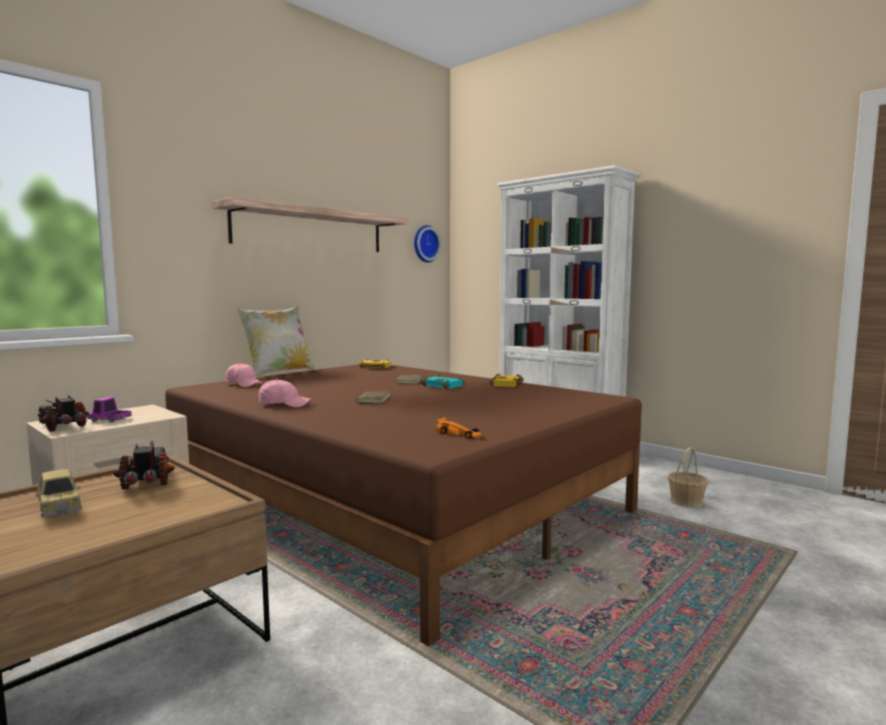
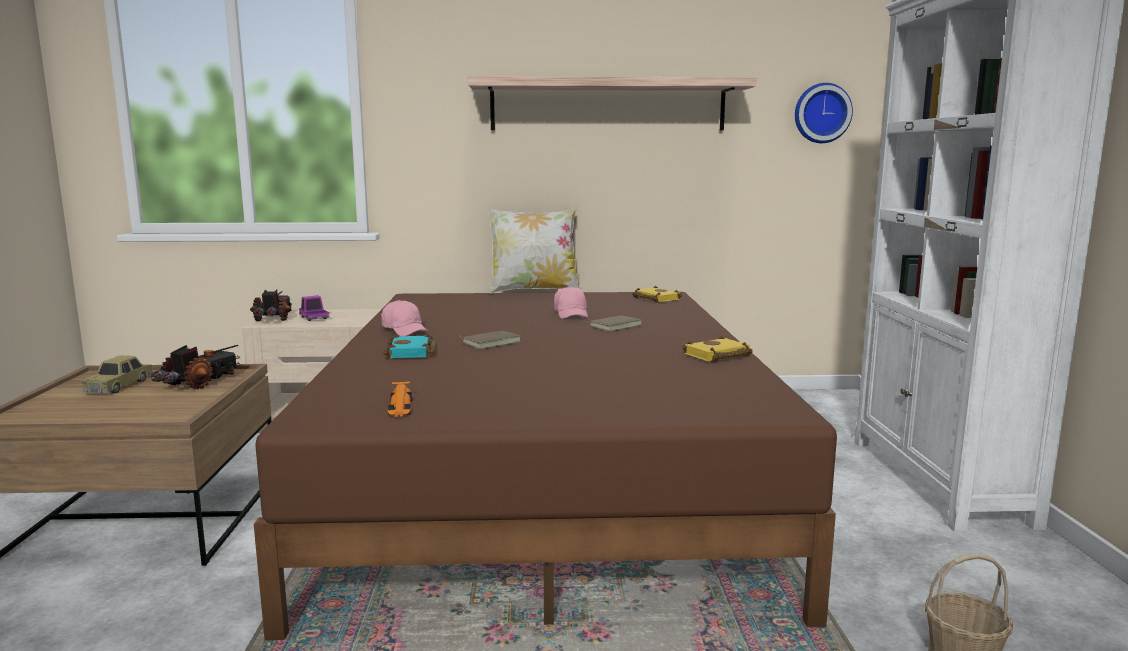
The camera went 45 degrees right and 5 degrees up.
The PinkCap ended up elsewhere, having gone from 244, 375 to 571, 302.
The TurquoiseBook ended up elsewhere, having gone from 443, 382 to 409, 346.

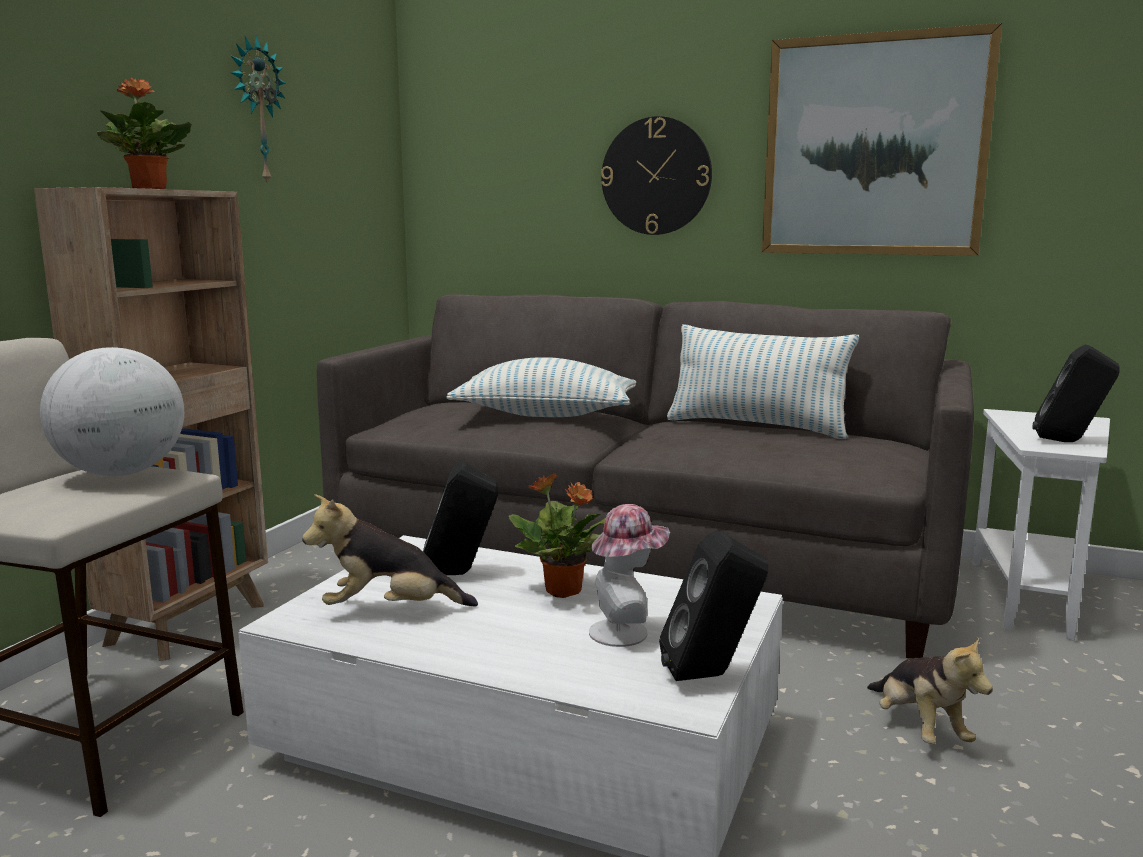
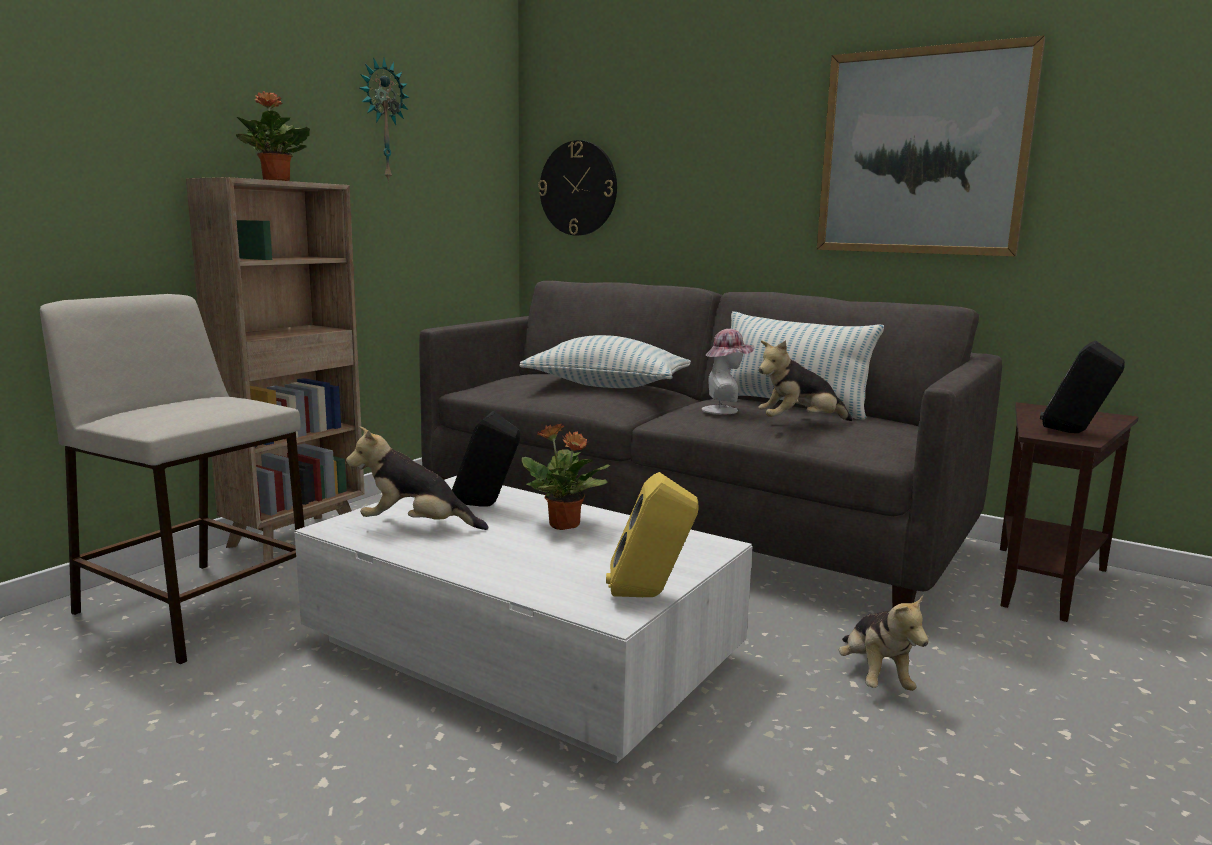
The camera went 10 degrees right and 0 degrees up.
The second view lost the Globe at 112, 411.
The Hat ended up elsewhere, having gone from 629, 575 to 728, 371.
The WallClock ended up elsewhere, having gone from 656, 175 to 577, 188.
What was the BlackSpeaker at 713, 605 turned into the YellowSpeaker at 652, 534.
What was the WhiteSideTable at 1041, 525 turned into the BrownSideTable at 1069, 512.
The second view gained the PlushToy at 805, 380.

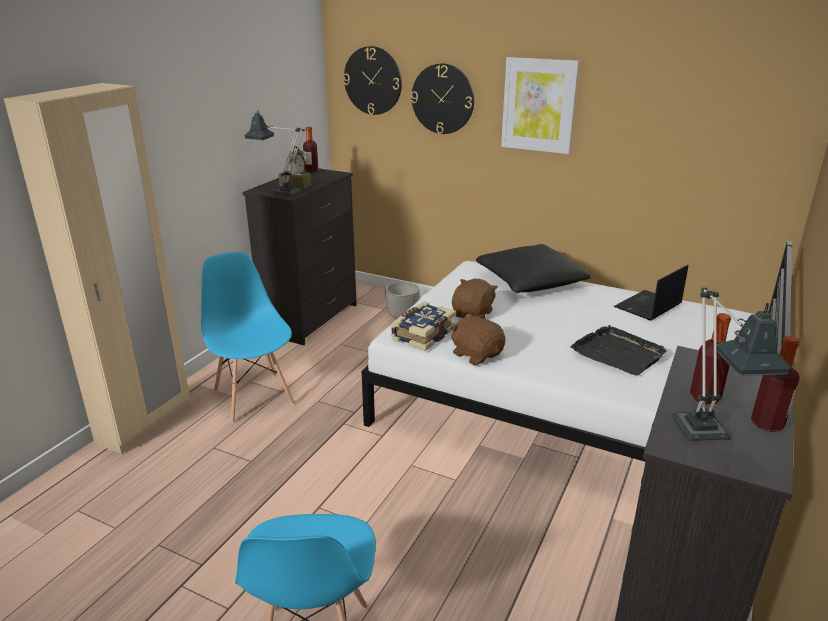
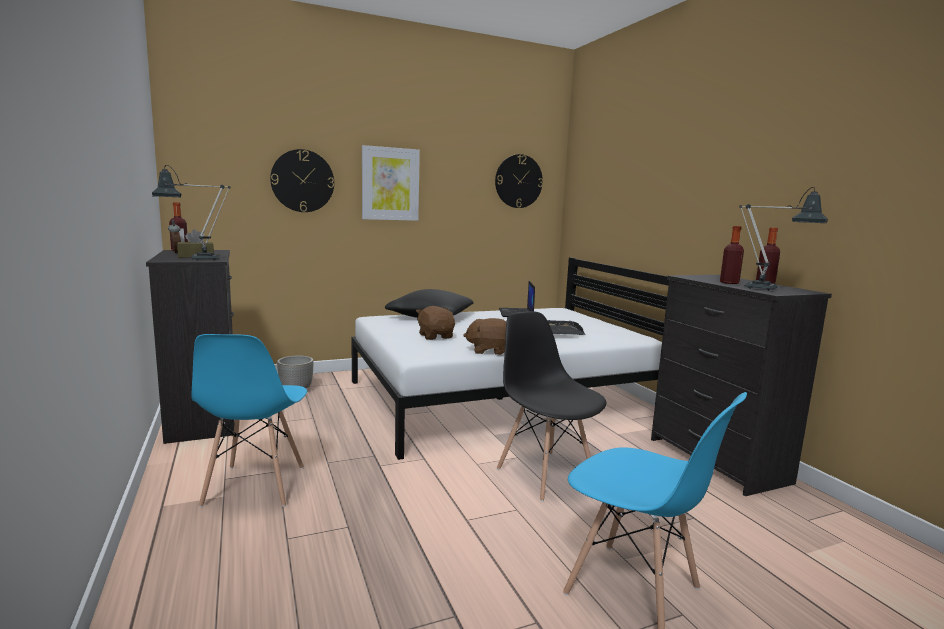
The camera went 50 degrees left and 15 degrees down.
The second view lost the BeigeWardrobe at 97, 268.
The BlueChair at 247, 337 ended up facing another way, 105 degrees counterclockwise from before.
The WallClock ended up elsewhere, having gone from 372, 80 to 519, 181.
The second view lost the Book at 423, 326.
The second view gained the BlackChair at 551, 406.

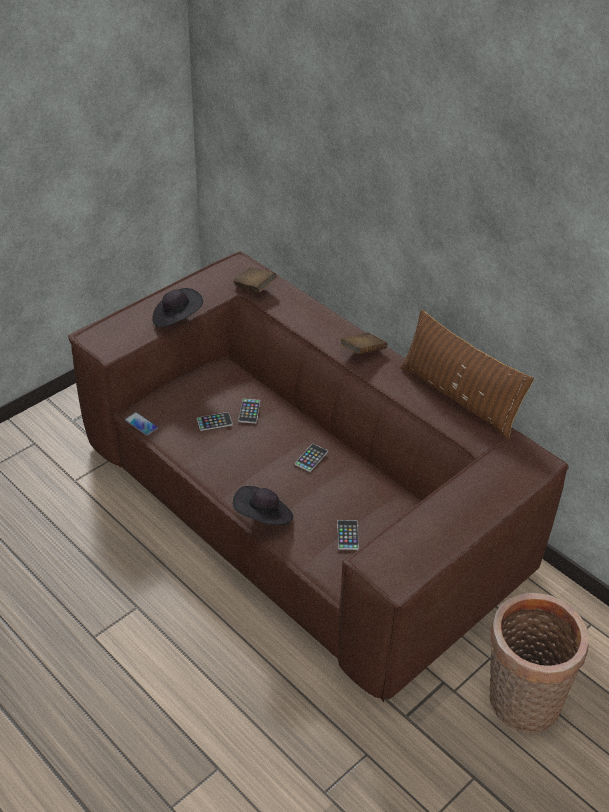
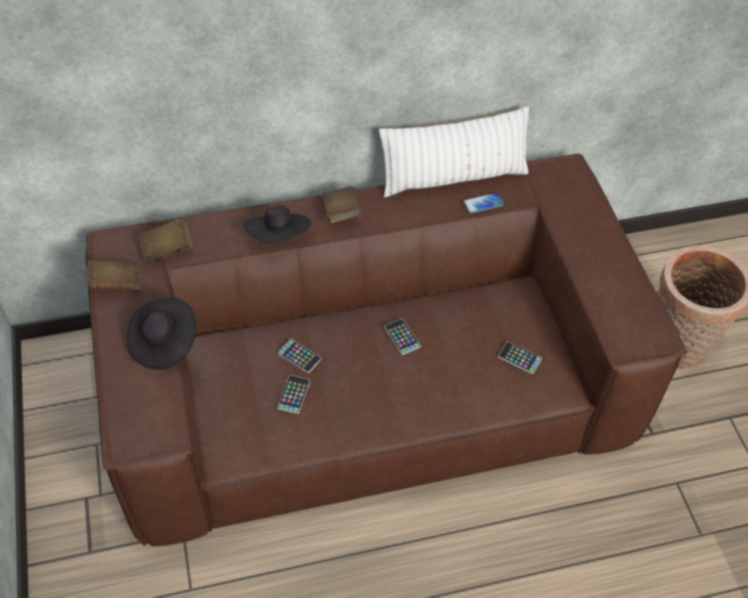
The camera went 60 degrees left and 10 degrees up.
The Phone ended up elsewhere, having gone from 141, 423 to 483, 203.
The BlackHat ended up elsewhere, having gone from 263, 505 to 277, 225.
What was the BrownPillow at 467, 374 turned into the WhitePillow at 454, 151.
The second view gained the BrownBook at 113, 275.

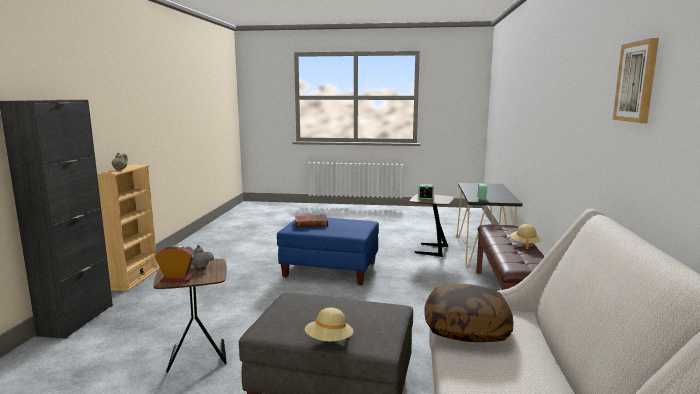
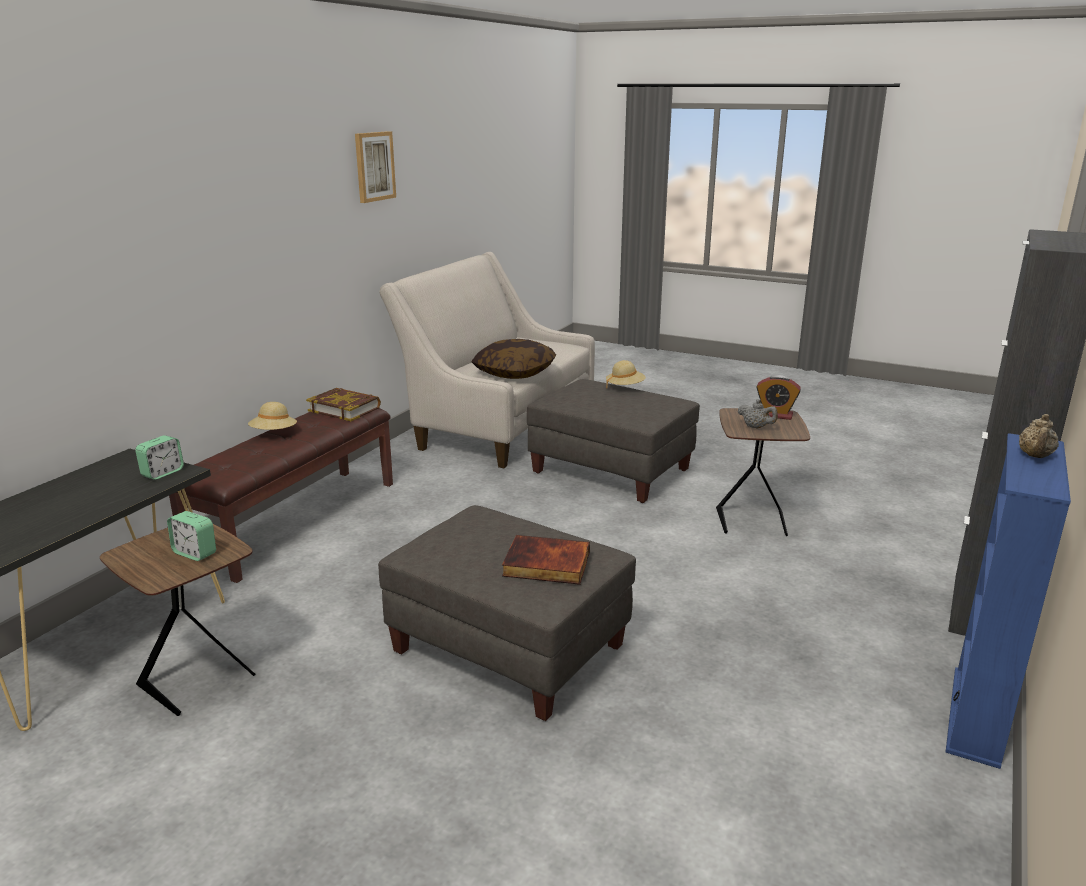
The camera went 160 degrees left and 10 degrees up.
What was the BeigeBookcase at 128, 228 turned into the BlueBookcase at 1008, 601.
What was the BlueOttoman at 328, 251 turned into the GreyOttoman at 507, 613.
The second view gained the Book at 343, 404.

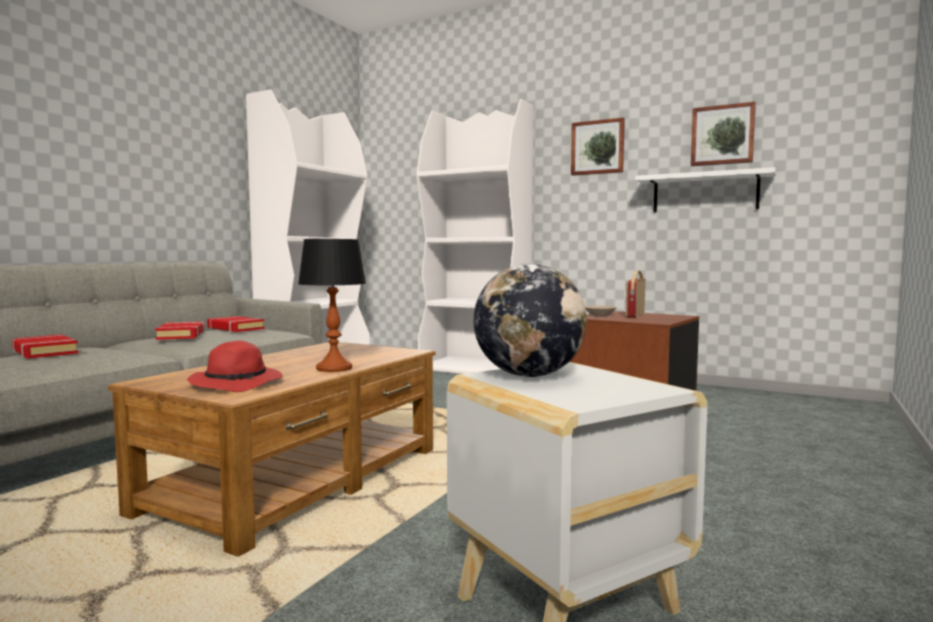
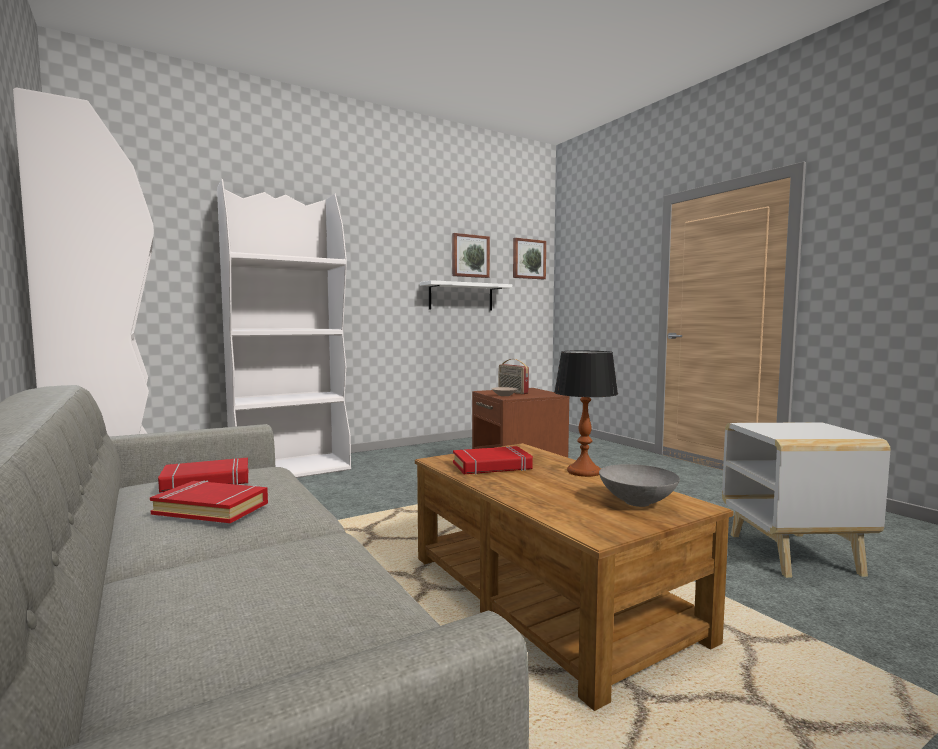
The camera went 60 degrees left and 0 degrees up.
The RedBook ended up elsewhere, having gone from 45, 346 to 493, 460.
Where the RedHat stood at 234, 366, the GreyBowl came to stand at 639, 485.
The second view lost the Globe at 530, 320.
The Picture ended up elsewhere, having gone from 598, 146 to 529, 258.

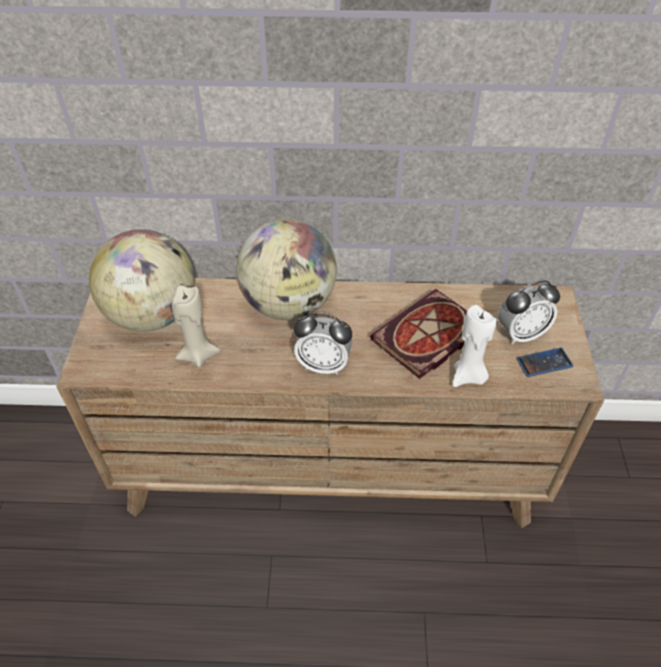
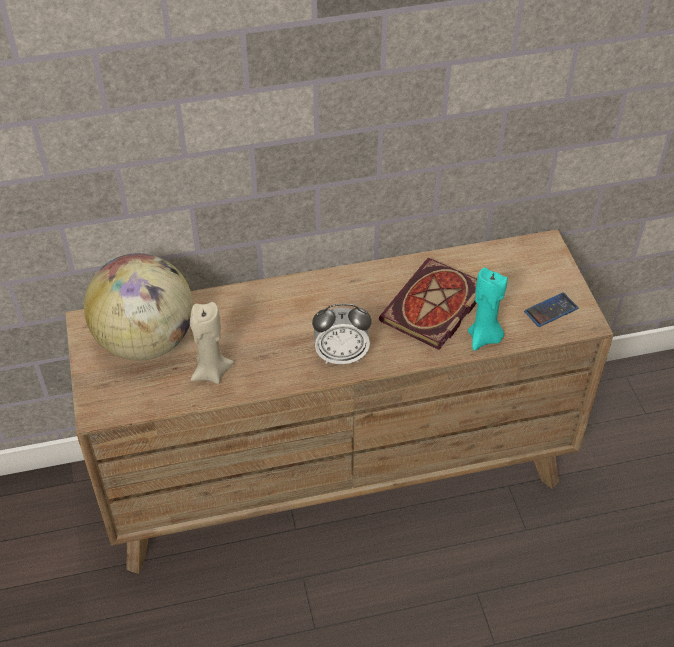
The camera went 15 degrees left and 0 degrees up.
The second view lost the Globe at 286, 269.
What was the WhiteCandle at 475, 346 turned into the TurquoiseCandle at 487, 309.
The second view lost the AlarmClock at 529, 312.

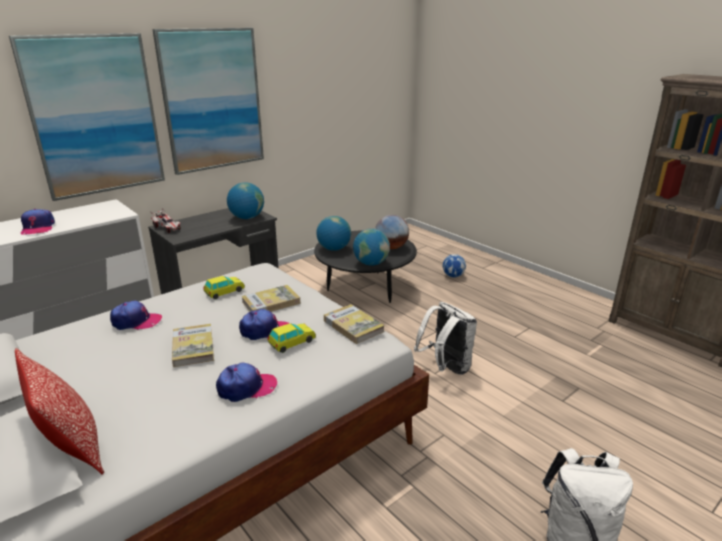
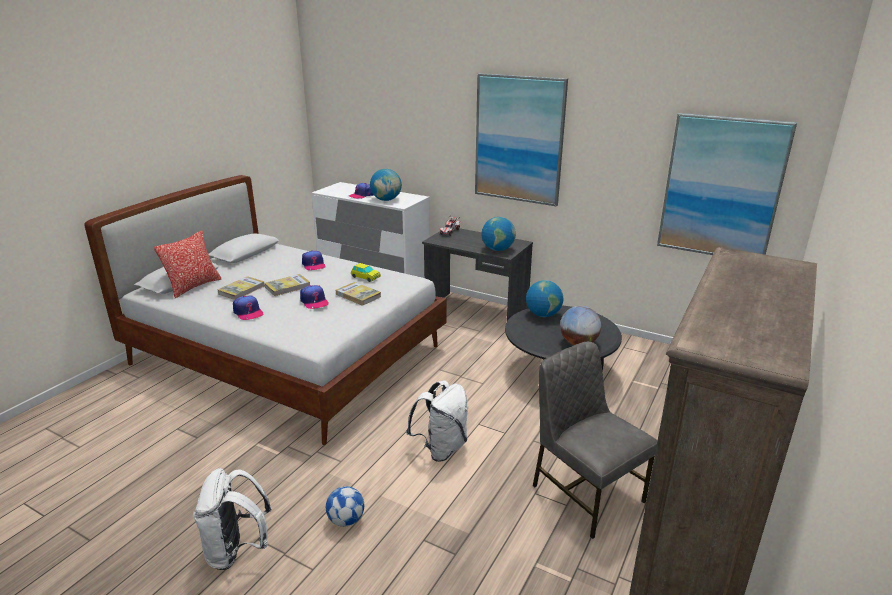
The camera went 70 degrees right and 0 degrees up.
The Picture ended up elsewhere, having gone from 87, 117 to 727, 184.
The second view lost the ToyCar at 292, 338.
The Book ended up elsewhere, having gone from 354, 324 to 241, 288.
The Globe ended up elsewhere, having gone from 371, 247 to 386, 185.
The Football ended up elsewhere, having gone from 454, 265 to 345, 506.
The second view gained the GreyChair at 595, 440.

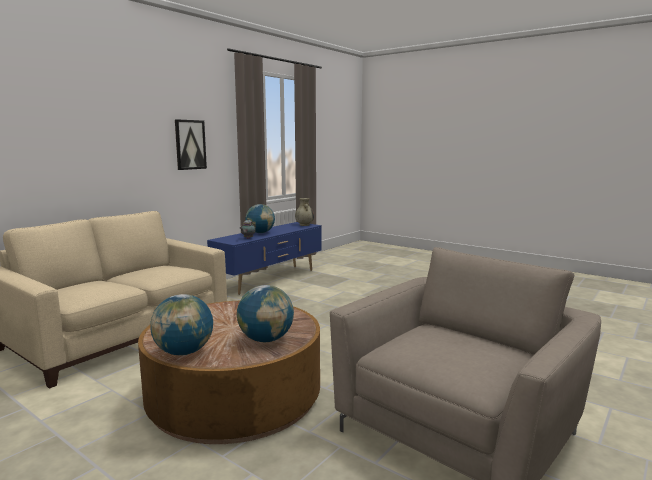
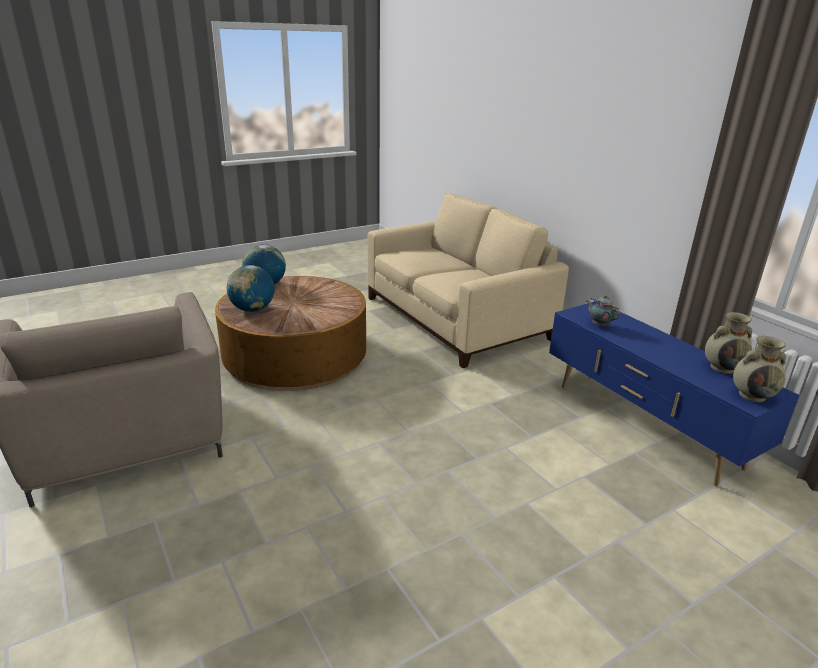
The camera went 110 degrees right and 15 degrees up.
The second view lost the Picture at 191, 144.
The second view lost the Globe at 260, 218.
The second view gained the BeigeVase at 728, 343.

